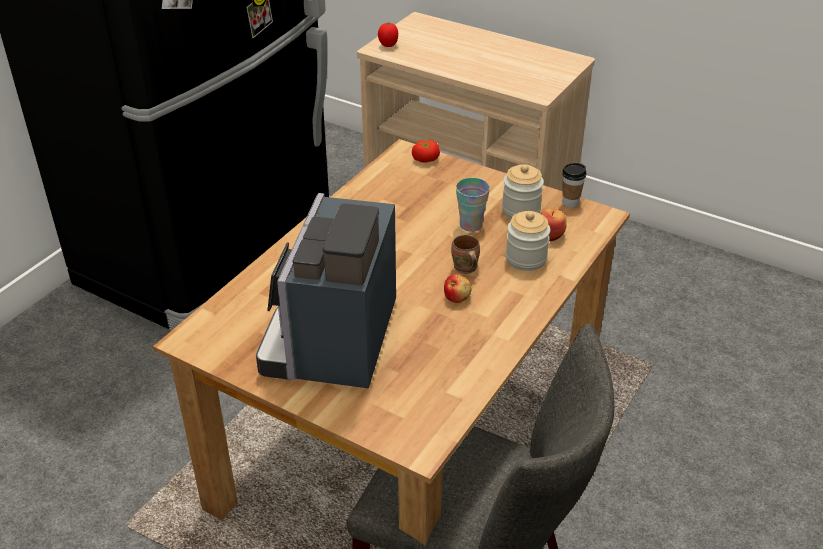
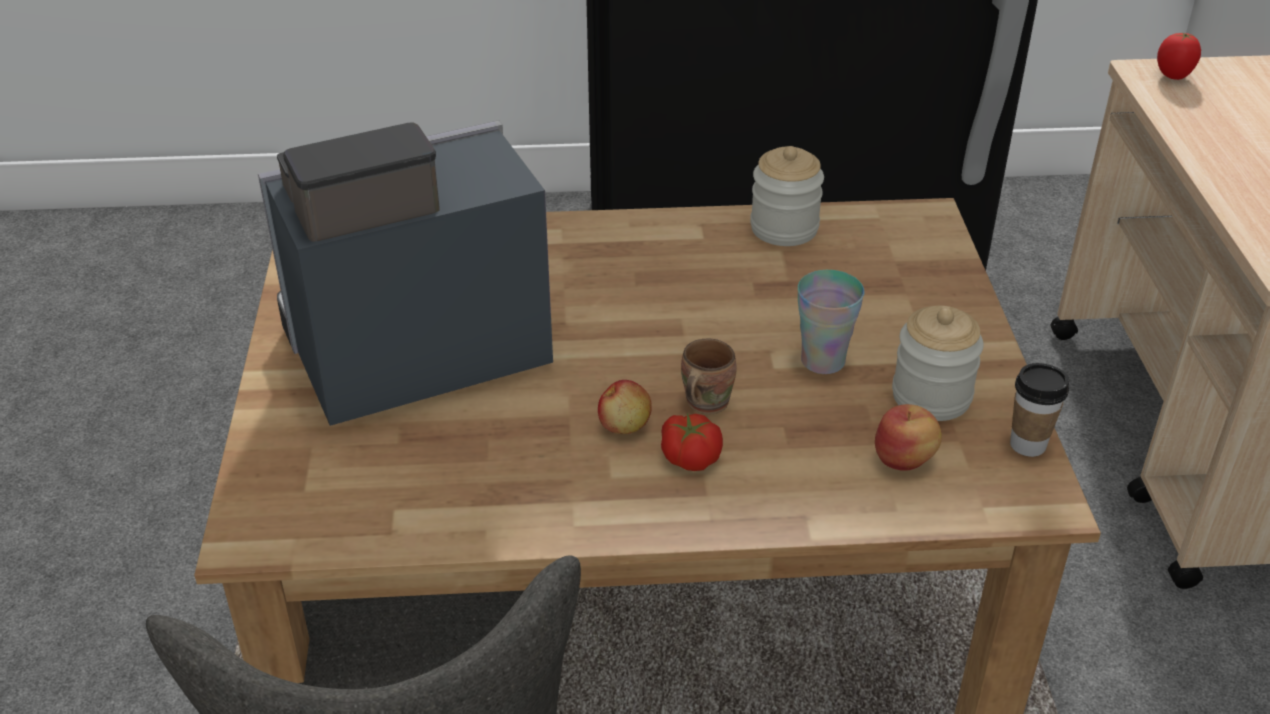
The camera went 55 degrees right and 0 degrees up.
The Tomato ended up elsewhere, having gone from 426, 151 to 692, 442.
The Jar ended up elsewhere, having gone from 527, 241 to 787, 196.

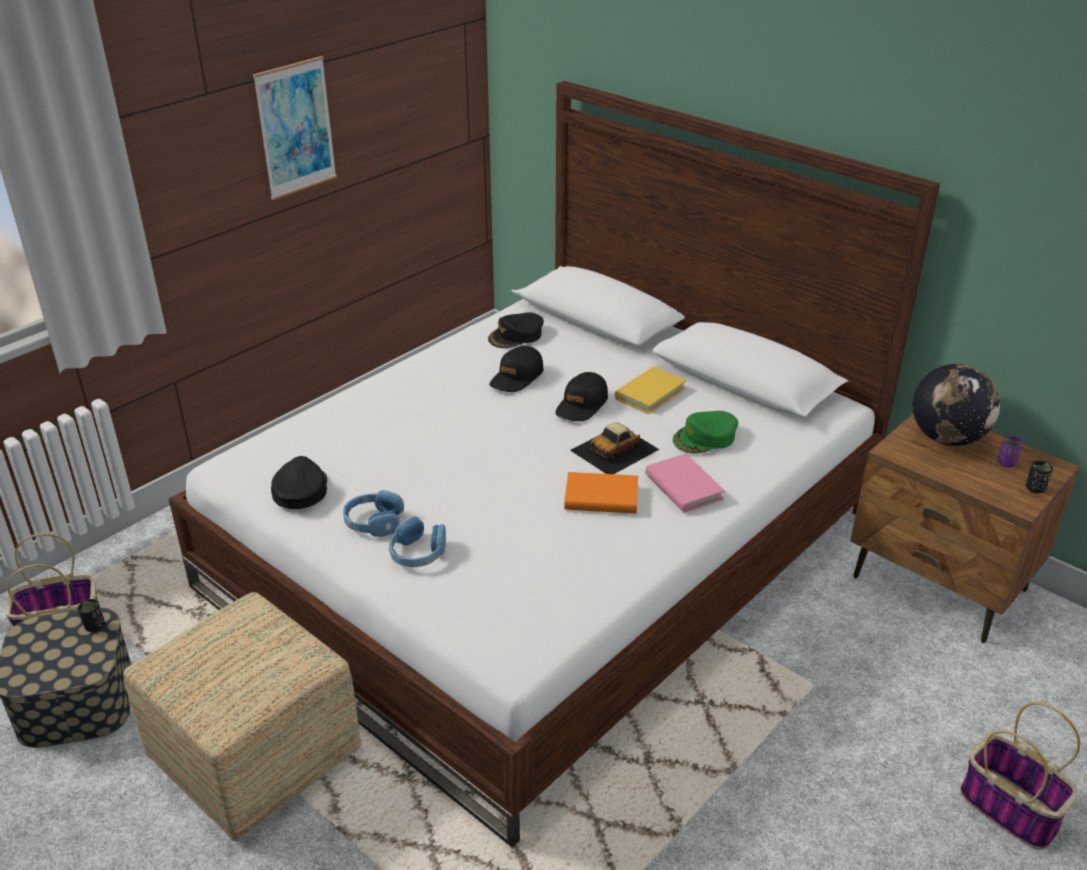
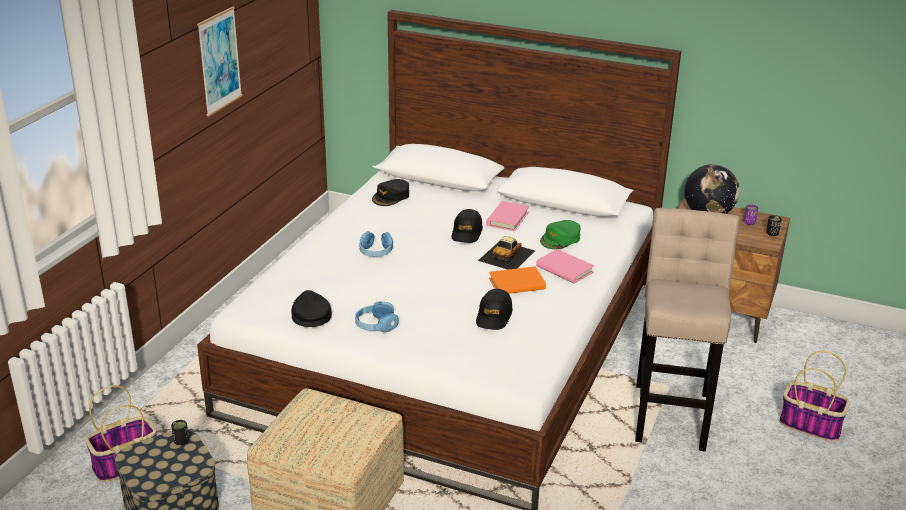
The camera went 20 degrees left and 5 degrees down.
The BlueHeadphones ended up elsewhere, having gone from 417, 541 to 376, 244.
The BlackCap ended up elsewhere, having gone from 517, 369 to 494, 309.
What was the YellowBook at 650, 390 turned into the PinkBook at 507, 216.
The second view gained the BeigeStool at 687, 330.

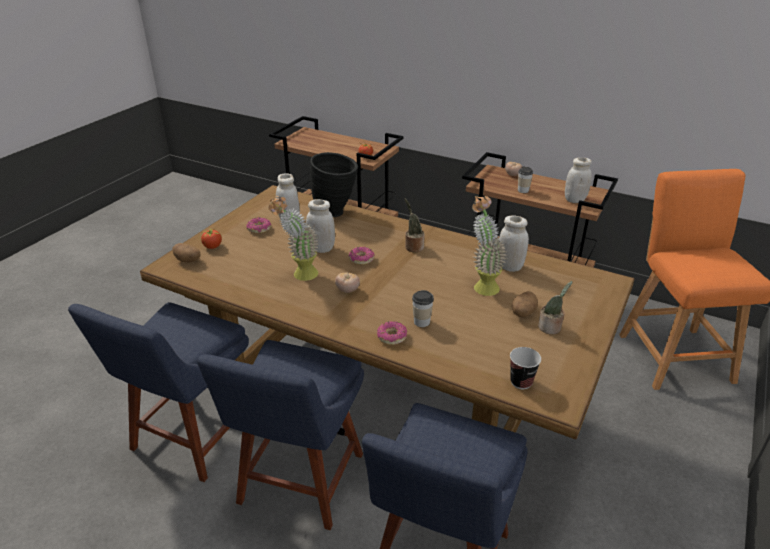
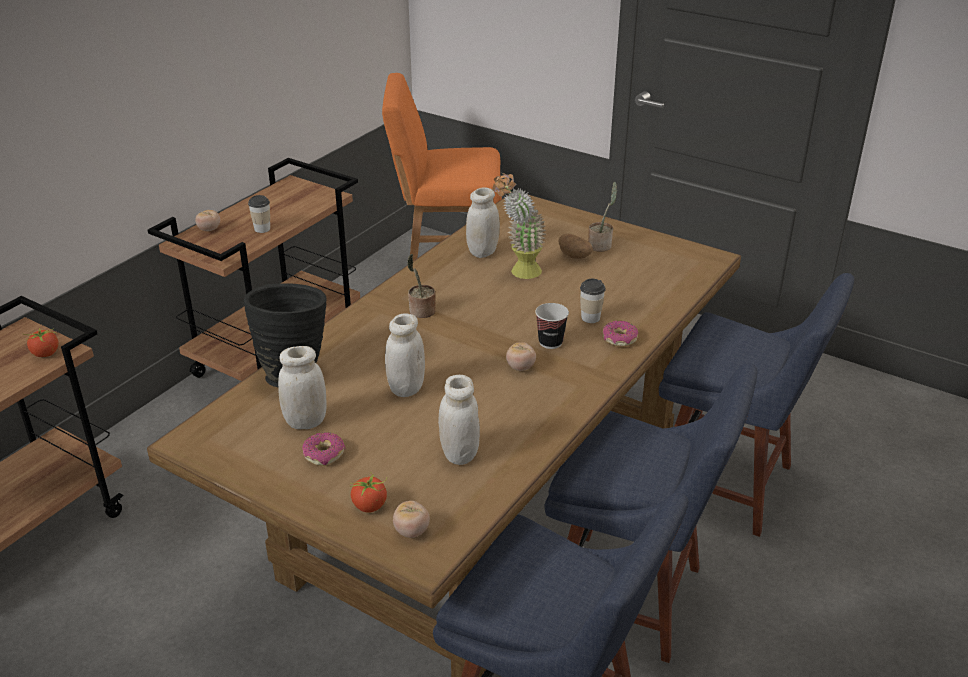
The camera went 85 degrees left and 0 degrees up.
Where the Potato stood at 186, 253, the Tomato came to stand at 411, 519.
The second view lost the PottedPlant at 294, 238.
The second view lost the Donut at 361, 256.
The Cup ended up elsewhere, having gone from 525, 368 to 552, 326.
The WhiteJar ended up elsewhere, having gone from 578, 180 to 459, 420.

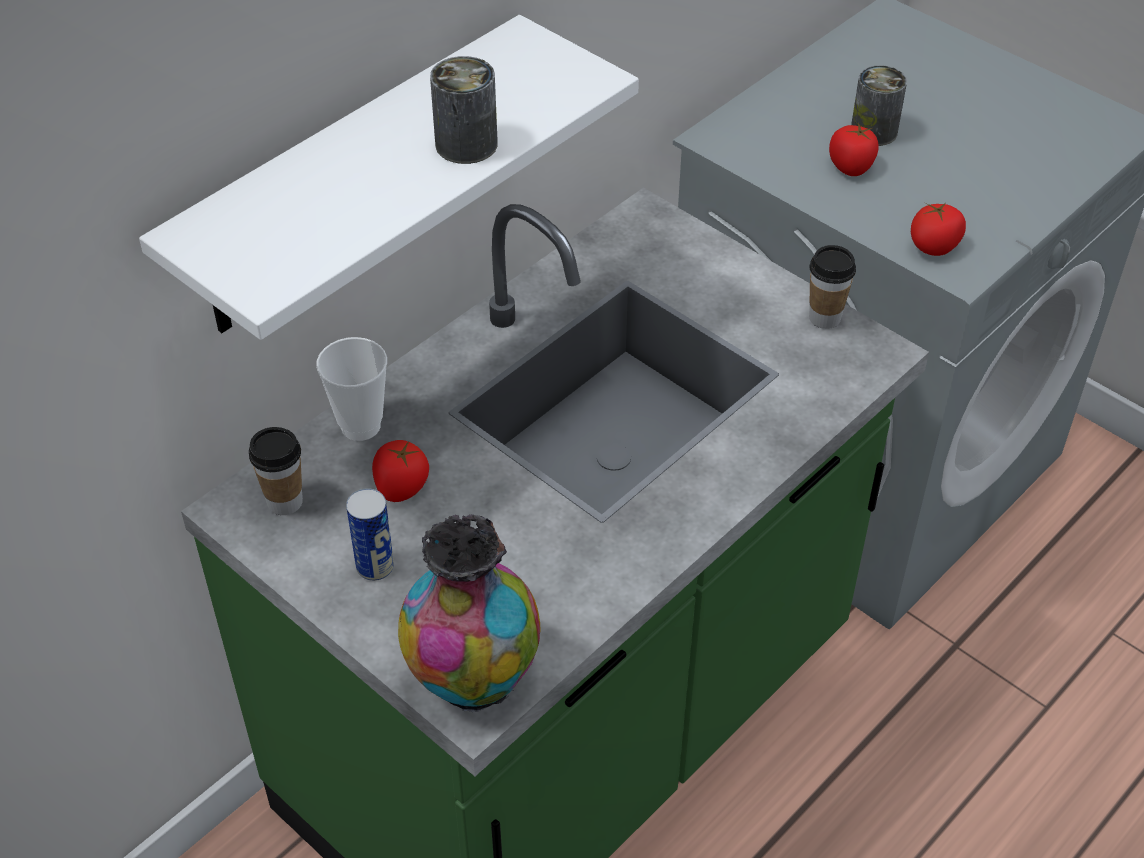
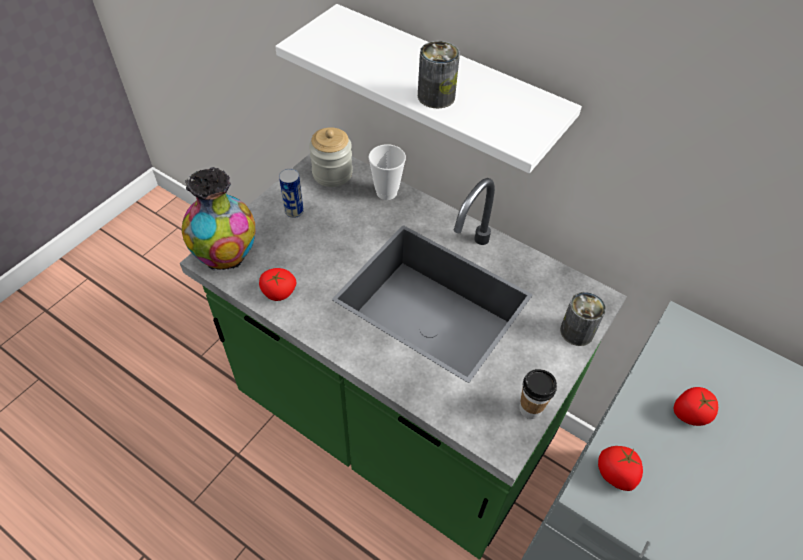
The camera went 80 degrees right and 5 degrees up.
Where the Cup stood at 276, 471, the Jar came to stand at 331, 157.
The Tomato ended up elsewhere, having gone from 400, 471 to 277, 284.
The Can ended up elsewhere, having gone from 879, 105 to 583, 319.

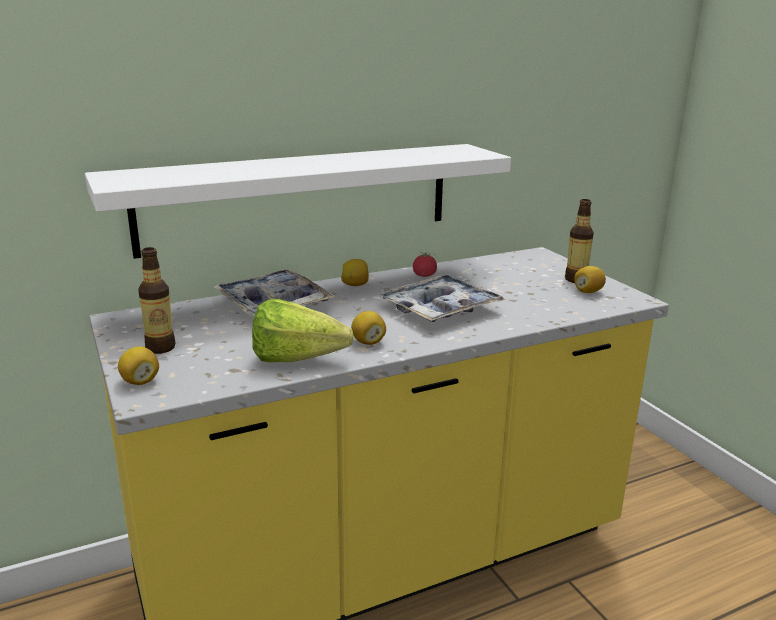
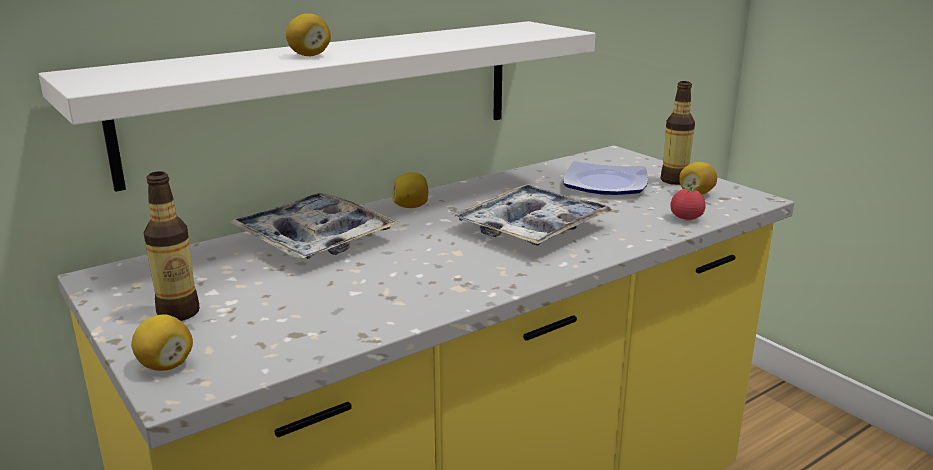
The camera went 10 degrees left and 0 degrees up.
The second view lost the Lettuce at 303, 330.
The Lemon ended up elsewhere, having gone from 368, 328 to 308, 35.
The Tomato ended up elsewhere, having gone from 425, 264 to 688, 202.
The second view gained the Plate at 606, 178.

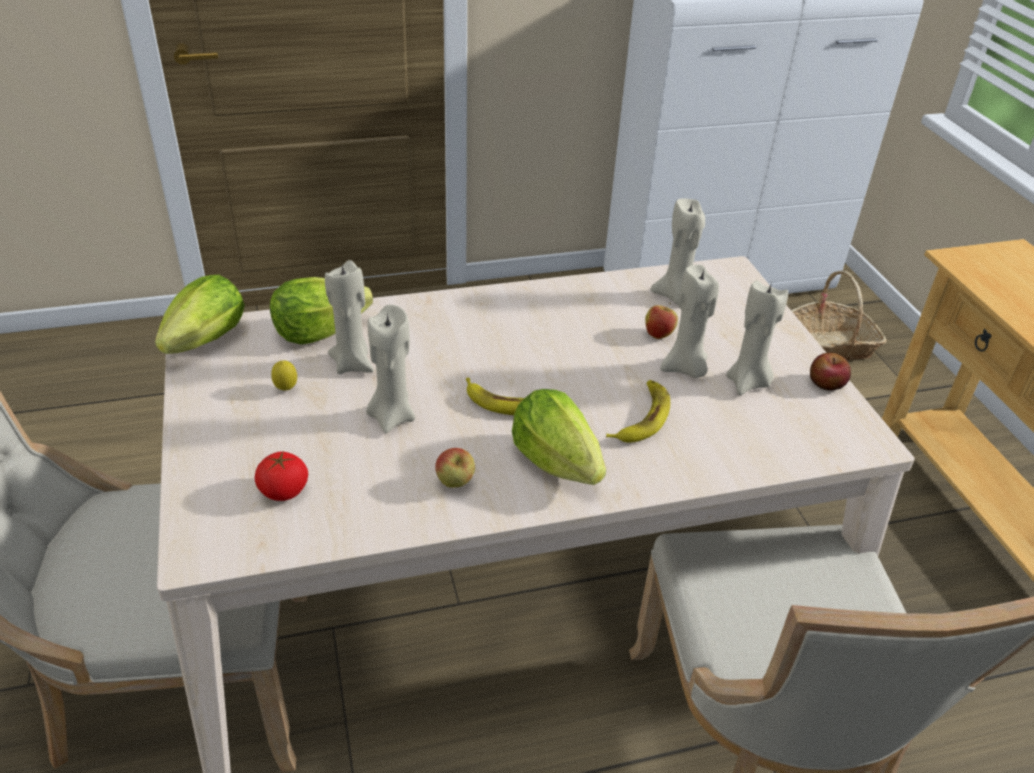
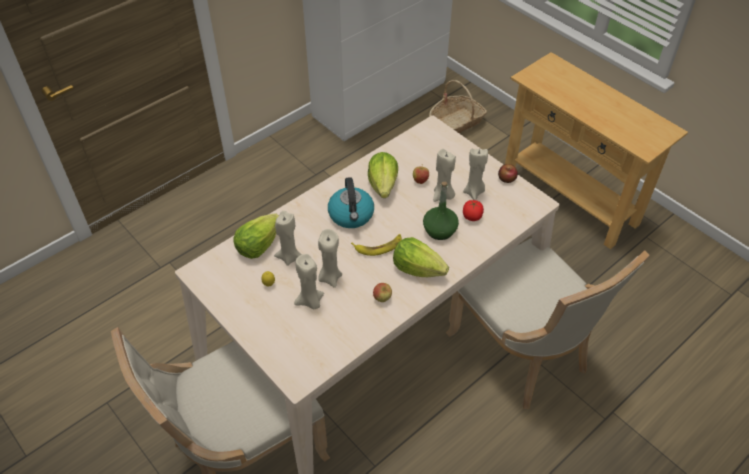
The camera went 25 degrees left and 10 degrees up.
The Lettuce ended up elsewhere, having gone from 200, 314 to 383, 175.
The Tomato ended up elsewhere, having gone from 281, 476 to 473, 210.
Where the Banana stood at 638, 411, the GreenBottle came to stand at 441, 211.
The BeigeCandle ended up elsewhere, having gone from 678, 251 to 309, 282.
The second view gained the Kettle at 351, 202.

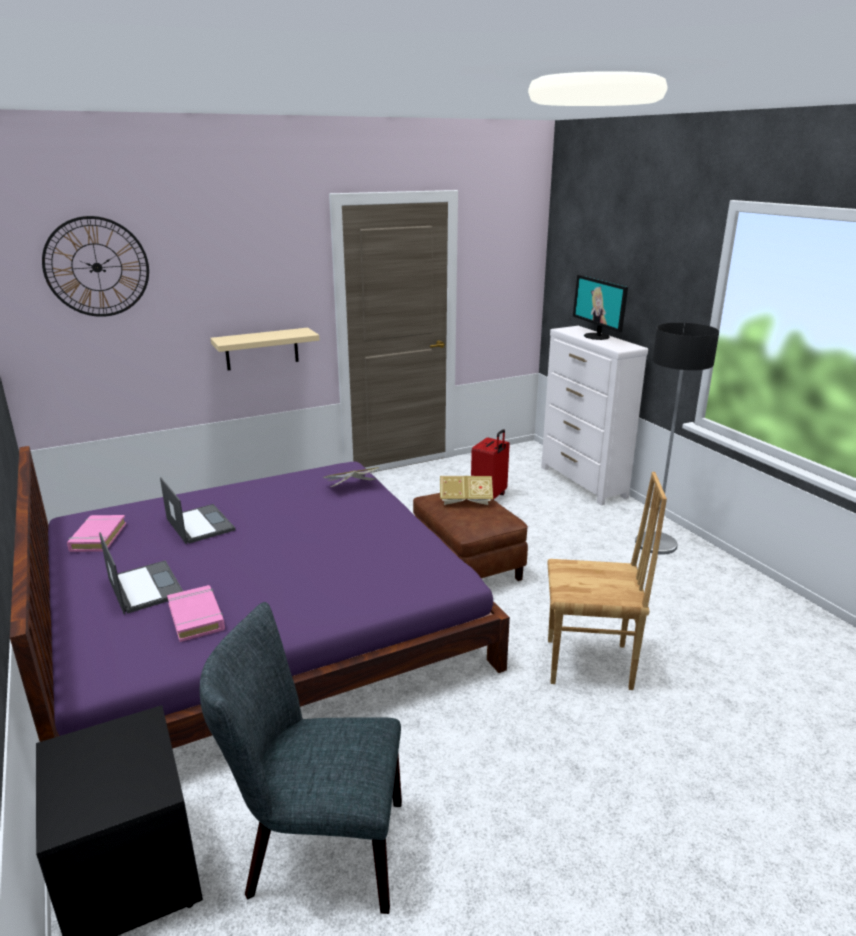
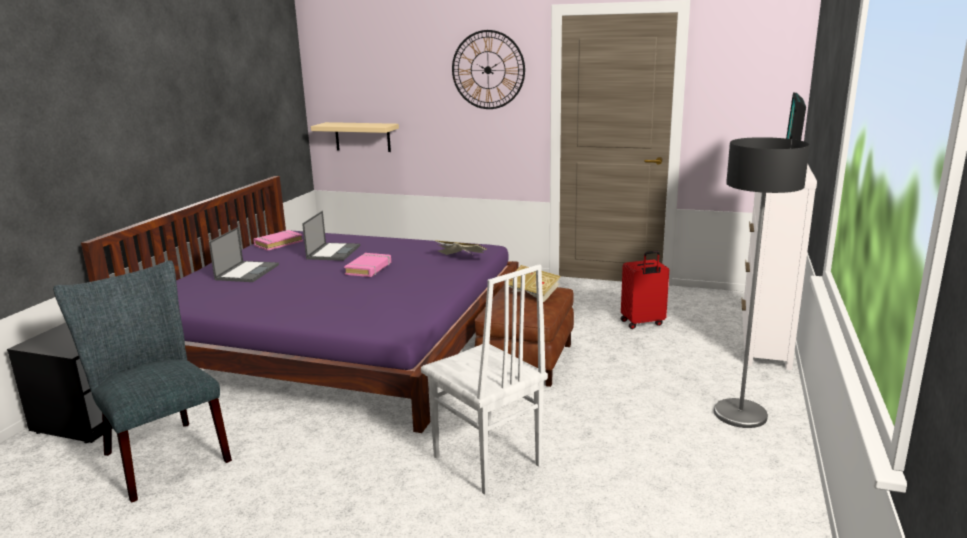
The camera went 45 degrees right and 5 degrees down.
The WallClock ended up elsewhere, having gone from 95, 266 to 488, 69.
The PinkBook ended up elsewhere, having gone from 196, 613 to 367, 265.
The BeigeShelf ended up elsewhere, having gone from 265, 349 to 355, 137.
What was the BrownChair at 607, 581 turned into the WhiteChair at 484, 379.

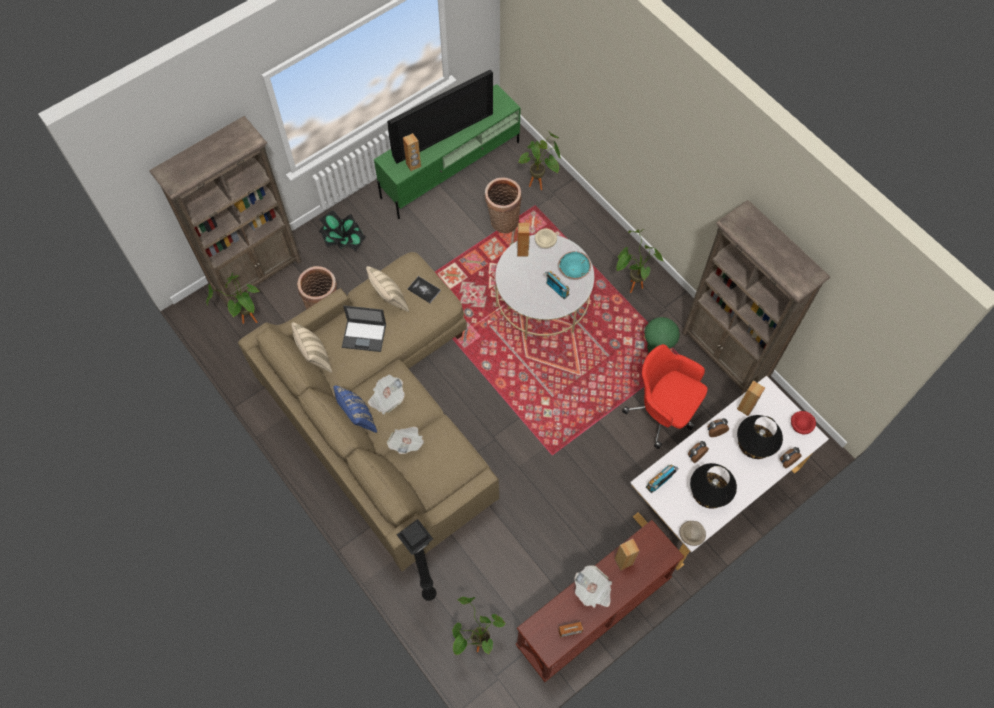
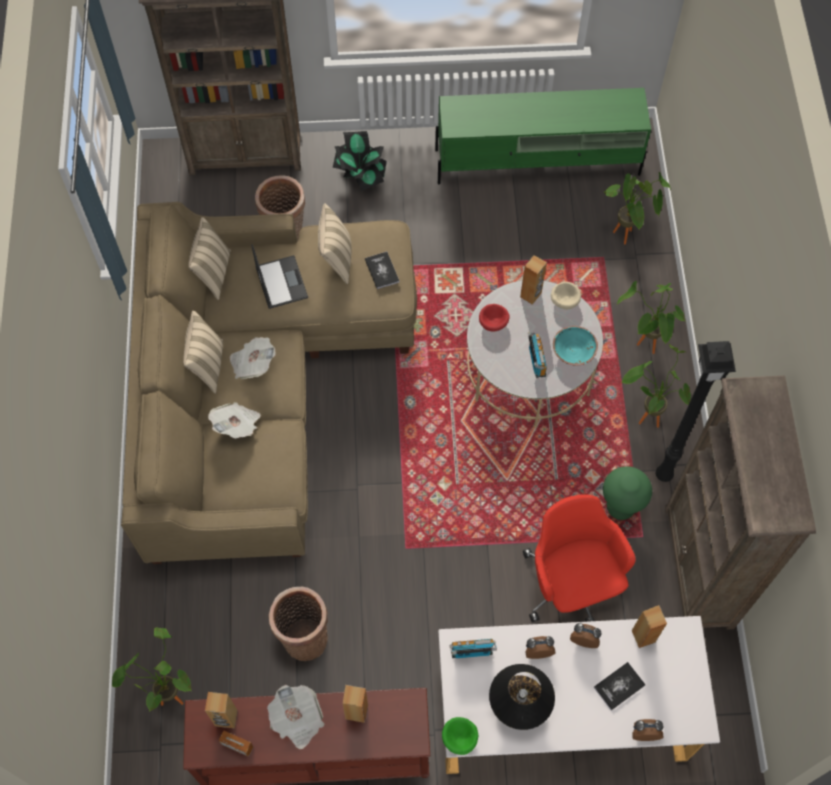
The camera went 35 degrees right and 0 degrees up.
The PottedPlant ended up elsewhere, having gone from 232, 298 to 651, 317.
What was the BluePillow at 355, 409 turned into the BeigePillow at 203, 352.
The Laptop at 364, 328 ended up facing another way, 150 degrees counterclockwise from before.
The second view lost the Television at 440, 117.
The BlackFloorLamp ended up elsewhere, having gone from 417, 560 to 696, 411.
The BrownSpeaker ended up elsewhere, having gone from 412, 152 to 221, 710.
The Basket ended up elsewhere, having gone from 503, 205 to 298, 624.
What was the BeigeBowl at 692, 533 turned into the GreenBowl at 460, 736.
Where the BlackTableLamp stood at 760, 437, the Book came to stand at 620, 686.
The RedBowl ended up elsewhere, having gone from 803, 422 to 494, 318.

